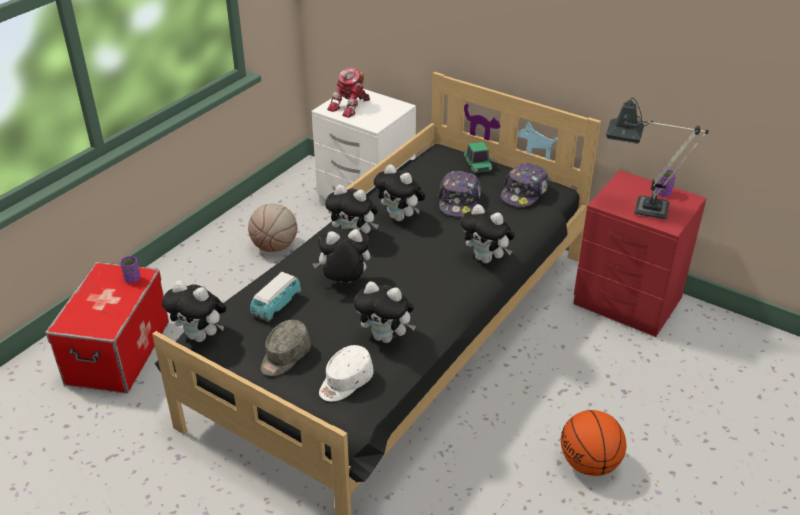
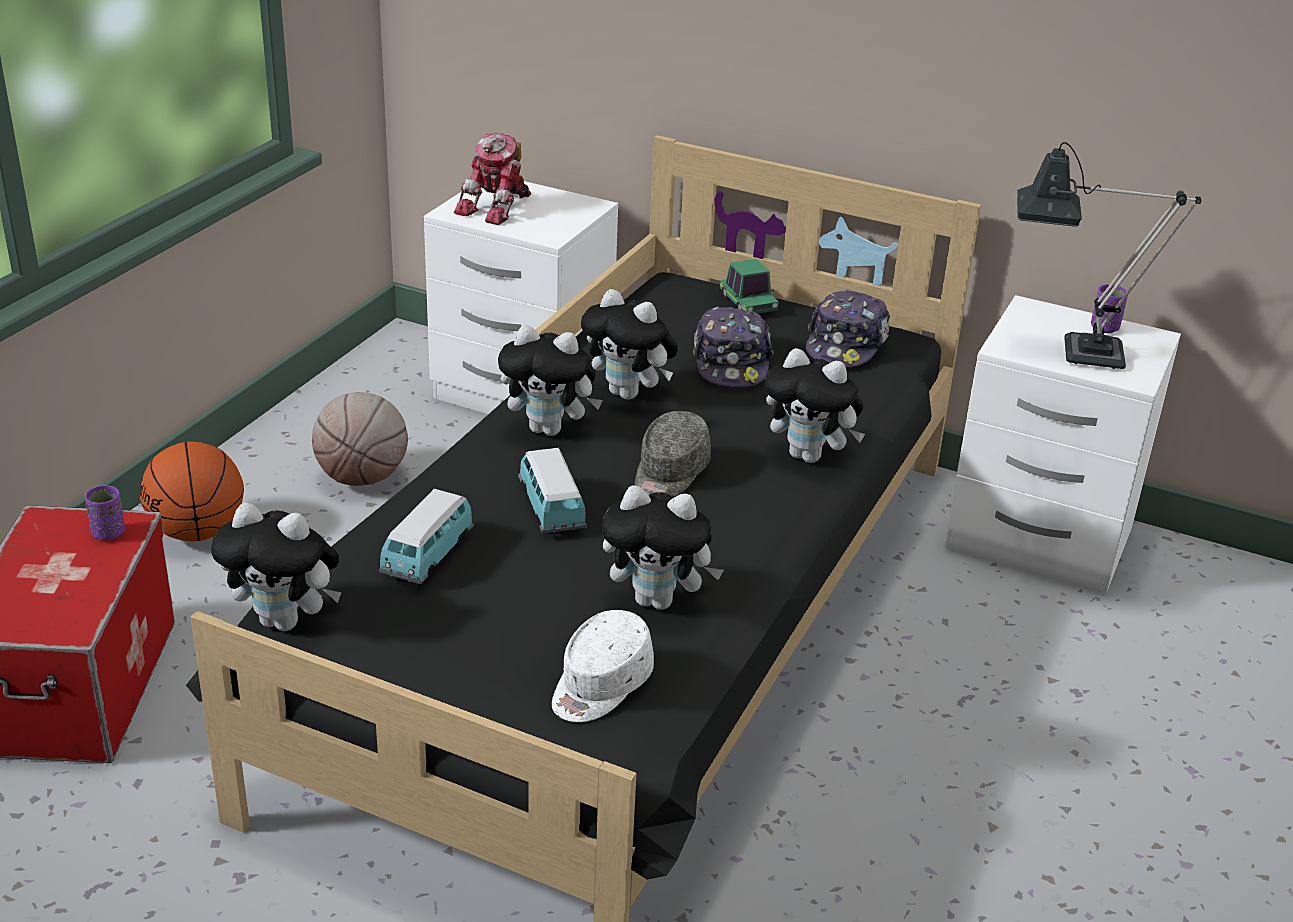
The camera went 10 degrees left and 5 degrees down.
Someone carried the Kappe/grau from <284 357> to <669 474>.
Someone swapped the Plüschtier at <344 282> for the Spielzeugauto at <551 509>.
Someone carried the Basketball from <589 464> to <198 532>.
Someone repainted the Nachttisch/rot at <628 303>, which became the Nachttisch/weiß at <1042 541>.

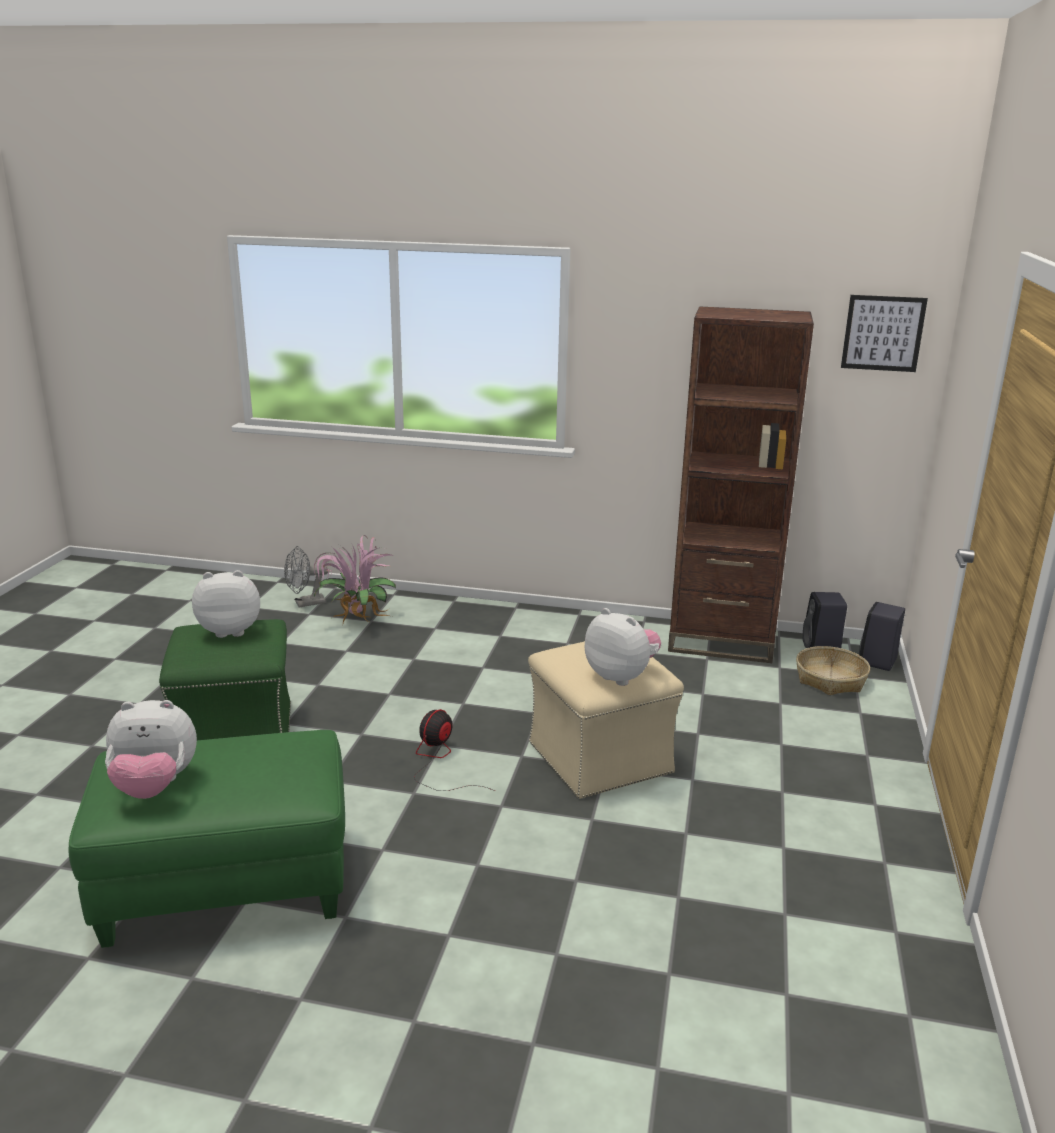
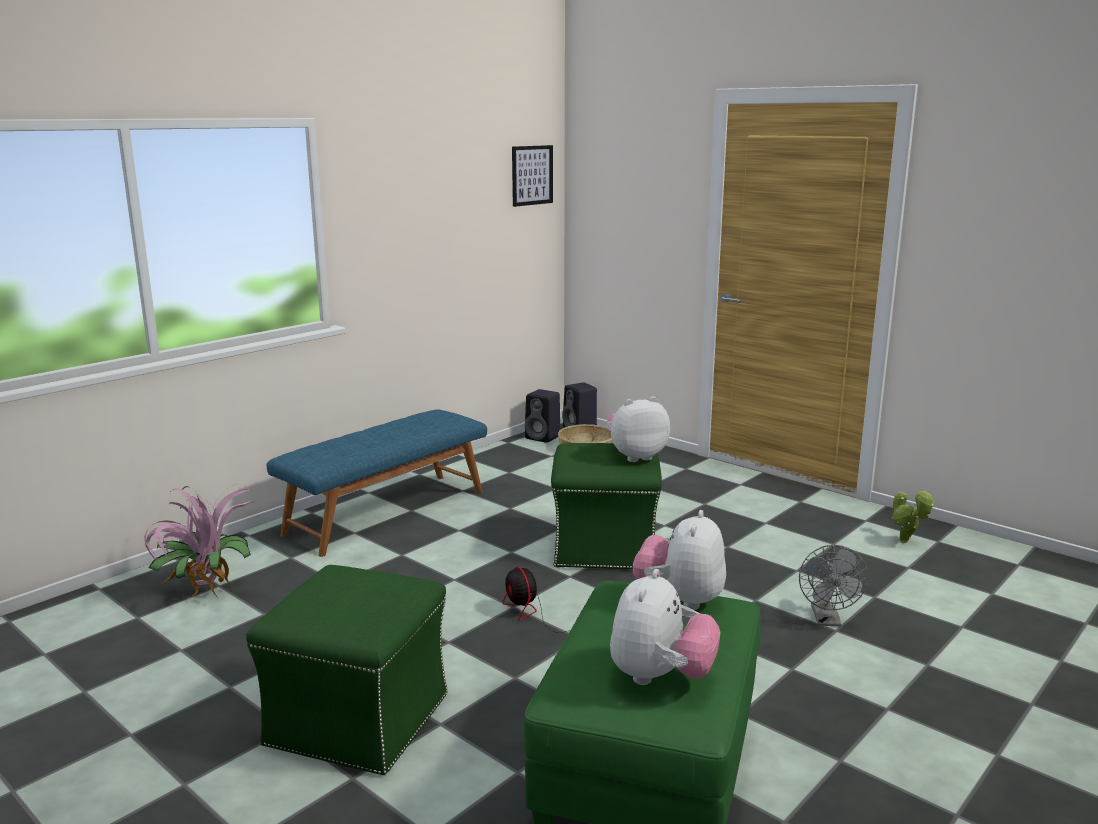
The camera went 60 degrees left and 5 degrees down.
Someone carried the Plüschtier from <230 630> to <680 599>.
Someone carried the Ventilator/grau from <305 603> to <827 620>.
Someone repainted the Polsterhocker/beige at <599 757>, which became the Polsterhocker/grün at <603 547>.
Someone took away the Bücherregal/braun at <721 642>.
Someone put down the Bank/blau at <386 512>.
Someone put down the Topfpflanze at <905 542>.

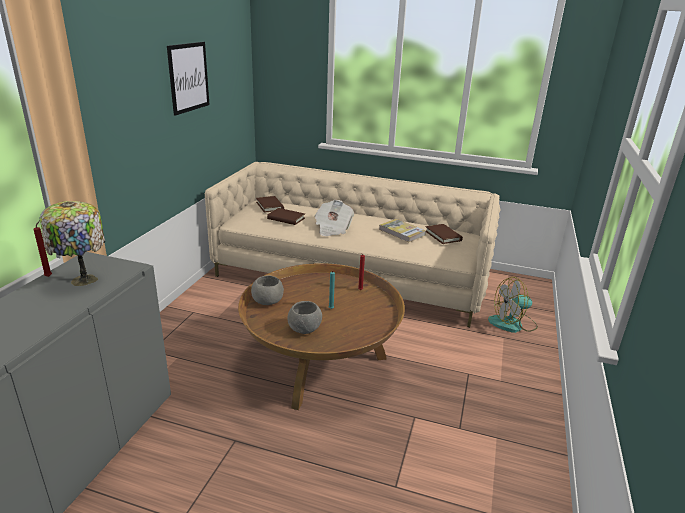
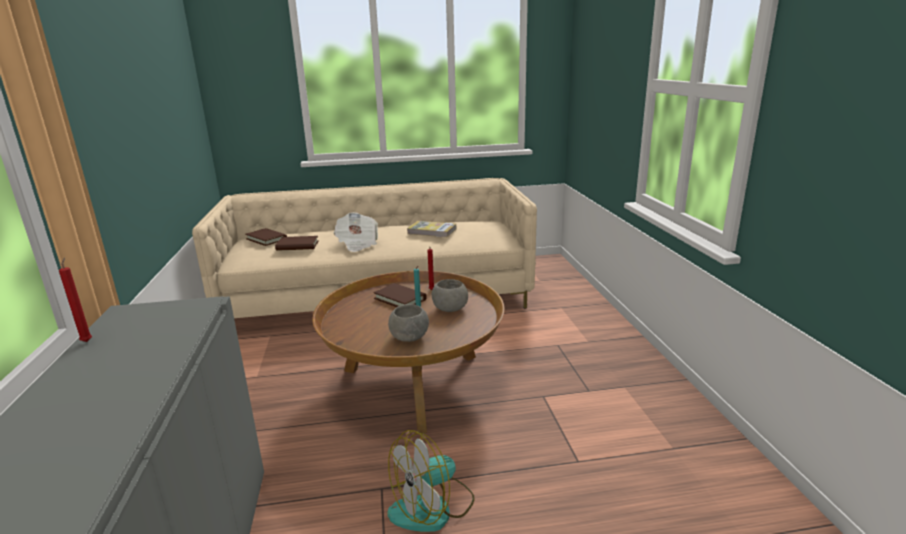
The camera went 25 degrees left and 5 degrees down.
Someone took away the Tischlampe at <82 281>.
Someone took away the Bild at <188 77>.
Someone carried the Schüssel/grau from <267 301> to <449 309>.
Someone carried the Buch/braun from <443 236> to <400 299>.
Someone carried the Ventilator from <513 324> to <432 507>.

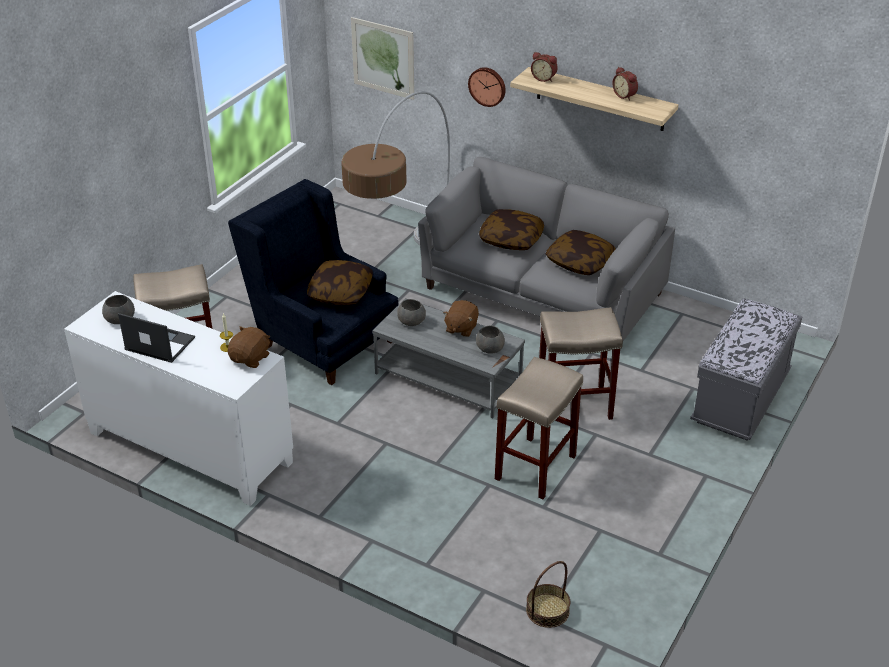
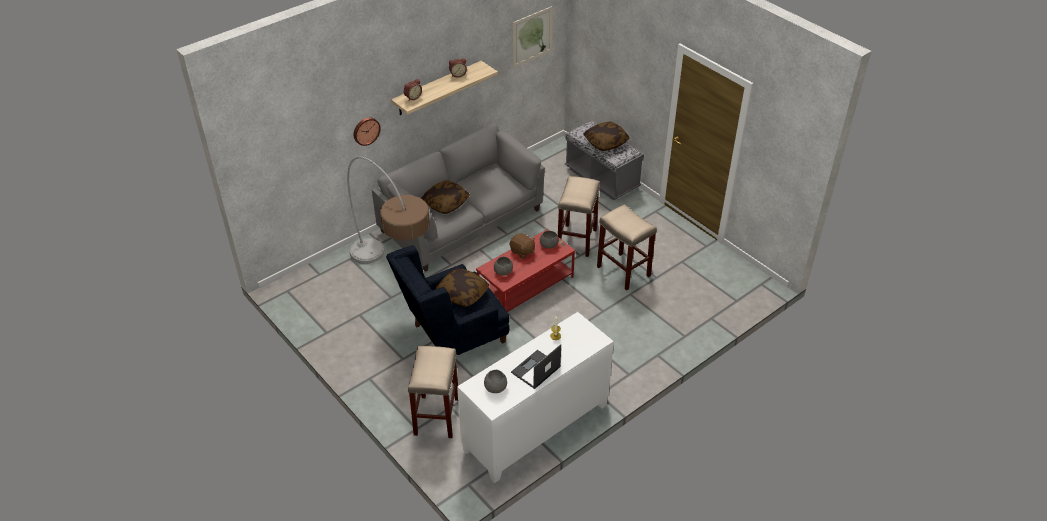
The camera went 70 degrees left and 5 degrees up.
Someone took away the Plüschtier/braun at <251 358>.
Someone carried the Bild from <383 58> to <532 36>.
Someone repainted the Couchtisch/grau at <449 378>, which became the Couchtisch/rot at <526 285>.
Someone took away the Korb at <547 610>.
Someone carried the Kissen from <580 262> to <606 142>.

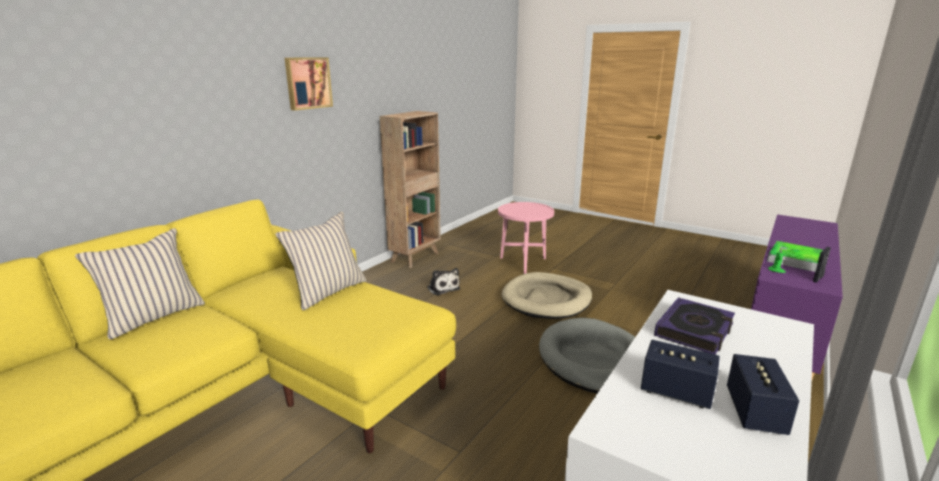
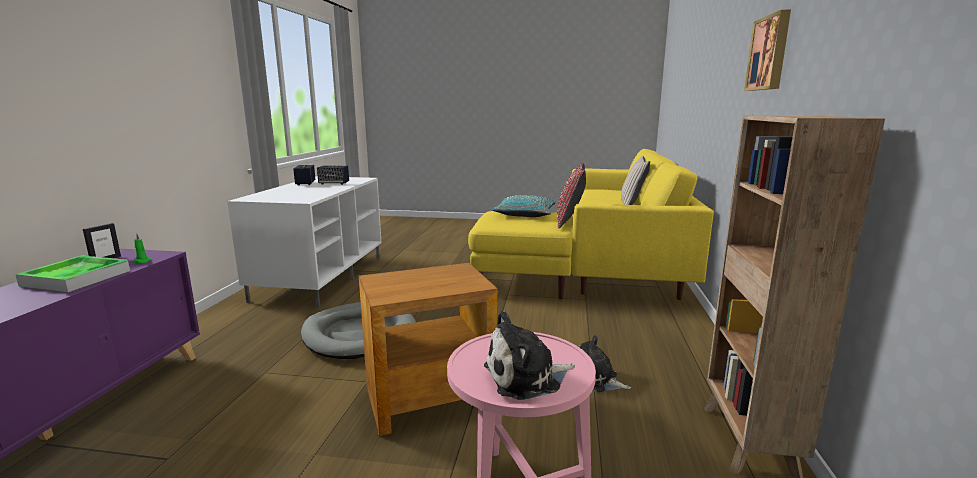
The camera went 155 degrees right and 5 degrees down.
Someone repainted the Kissen/beige at <327 292>, which became the Kissen/rot at <570 221>.
Someone swapped the Hundebett/beige at <546 299> for the Beistelltisch/braun at <428 398>.
Someone took away the Buch at <694 330>.
Someone put down the Plüschtier at <526 377>.
Someone put down the Kissen/türkis at <525 214>.

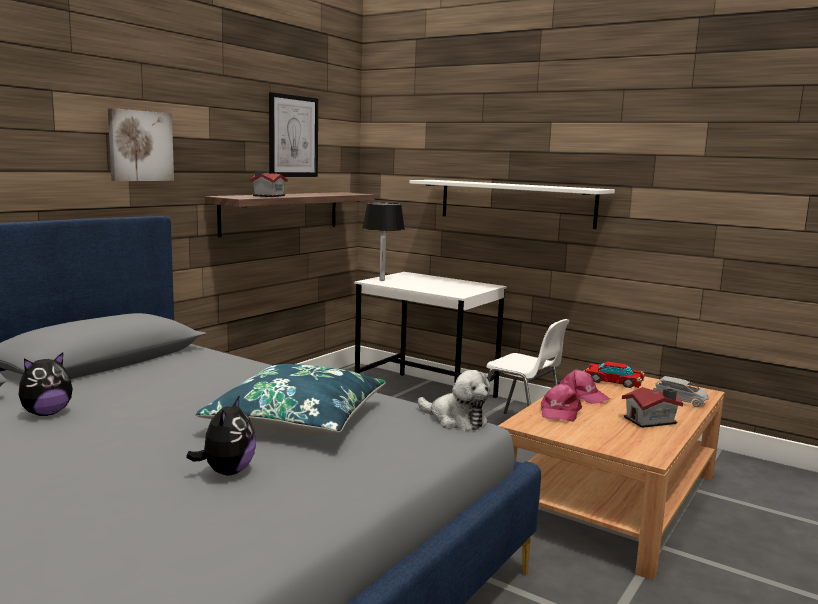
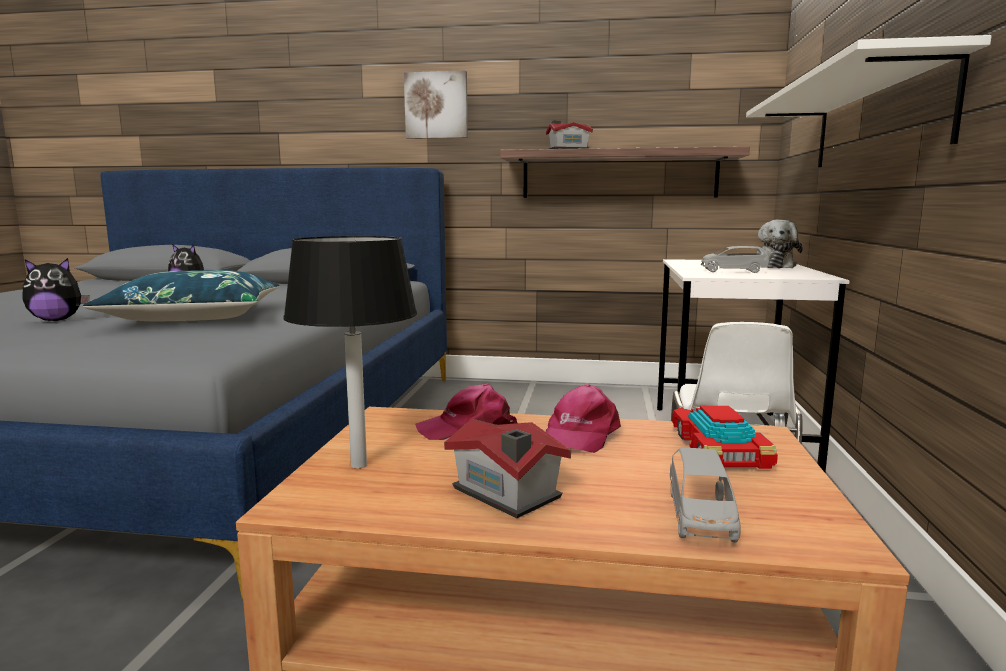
The camera went 65 degrees right and 0 degrees up.
Someone took away the Bild at <293 136>.
Someone carried the Tischlampe/schwarz from <382 280> to <358 465>.
Someone carried the Plüschtier from <455 420> to <772 266>.
Someone put down the Spielzeugauto/grau at <732 271>.

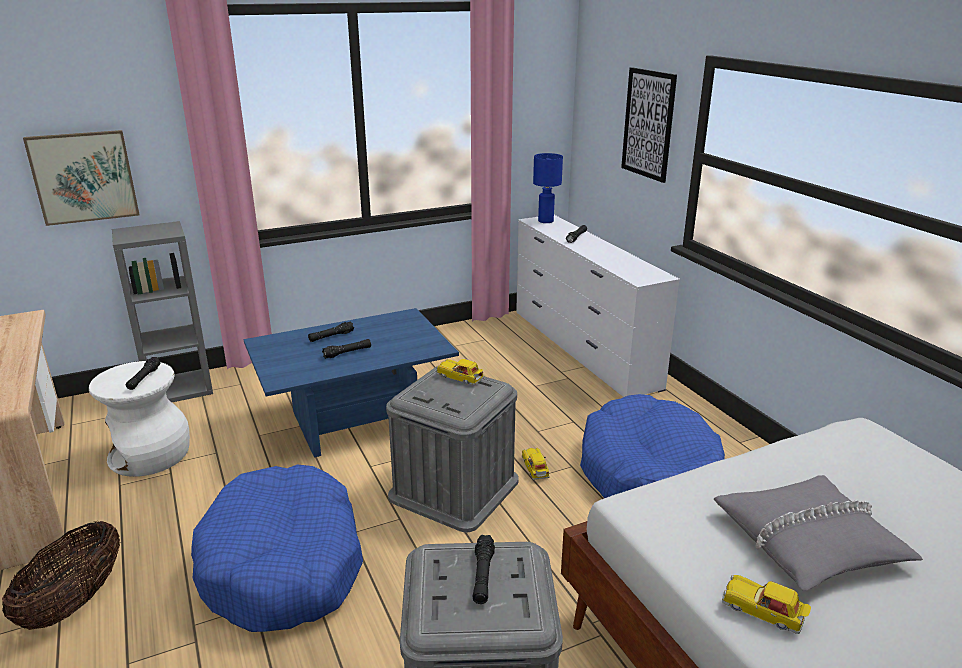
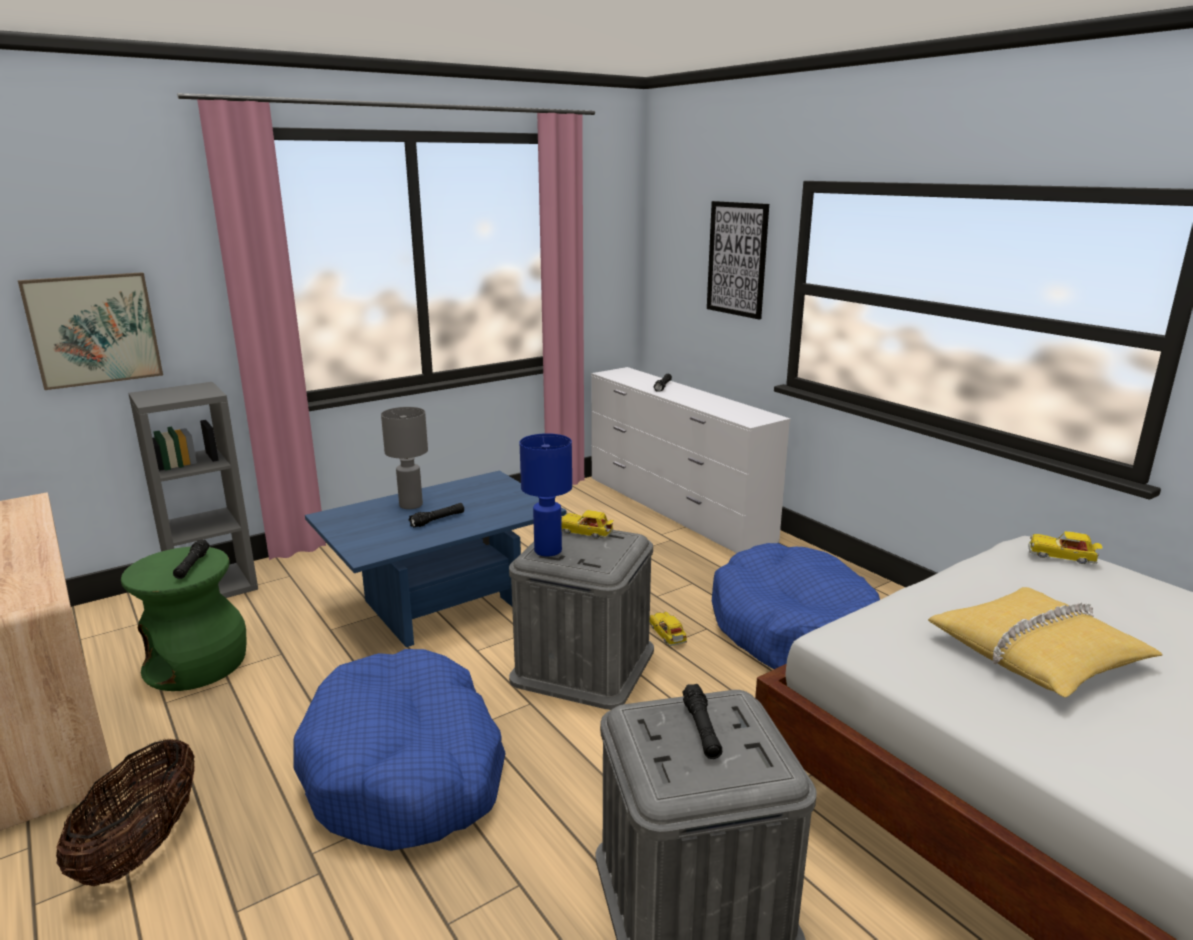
The camera went 10 degrees left and 5 degrees down.
Someone repainted the Hocker/weiß at <151 455>, which became the Hocker/grün at <197 664>.
Someone swapped the Taschenlampe/schwarz at <331 336> for the Tischlampe/grau at <411 505>.
Someone carried the Tischlampe/blau from <546 221> to <548 551>.
Someone repainted the Kissen/grau at <809 542>, which became the Kissen/gelb at <1037 654>.
Someone carried the Spielzeugauto from <764 611> to <1062 556>.

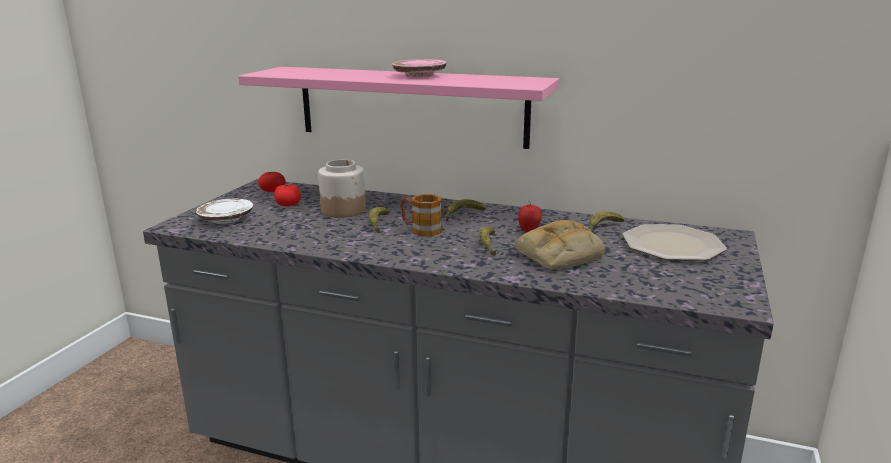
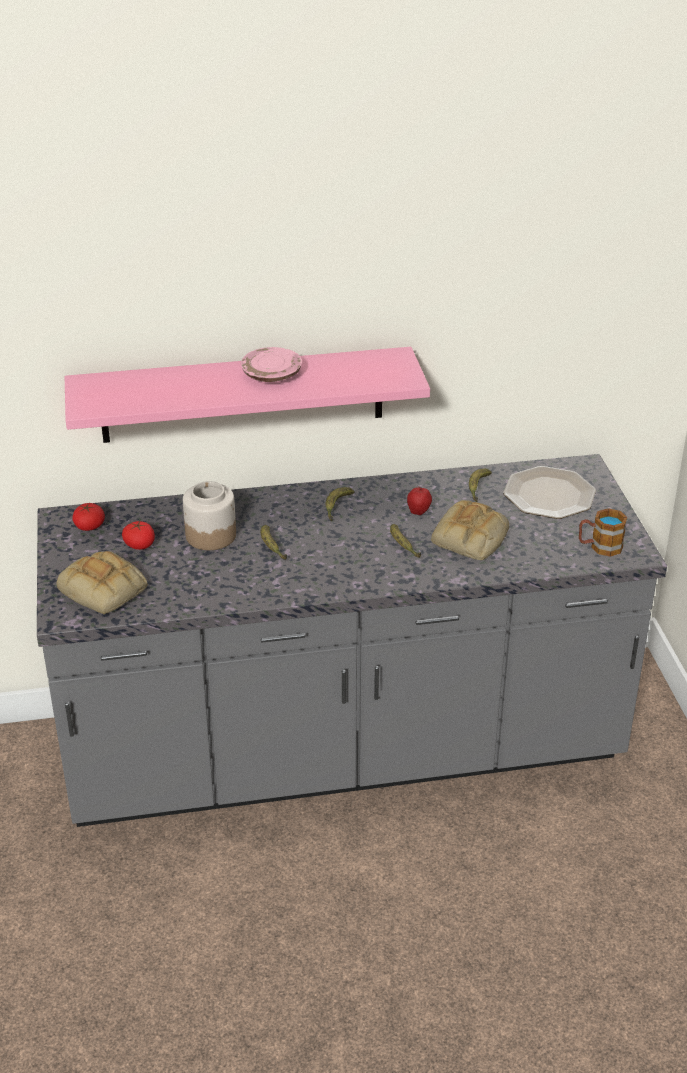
The camera went 30 degrees left and 15 degrees up.
Someone swapped the Teller/weiß at <226 219> for the Brot at <105 589>.
Someone carried the Henkelbecher from <421 230> to <599 547>.

